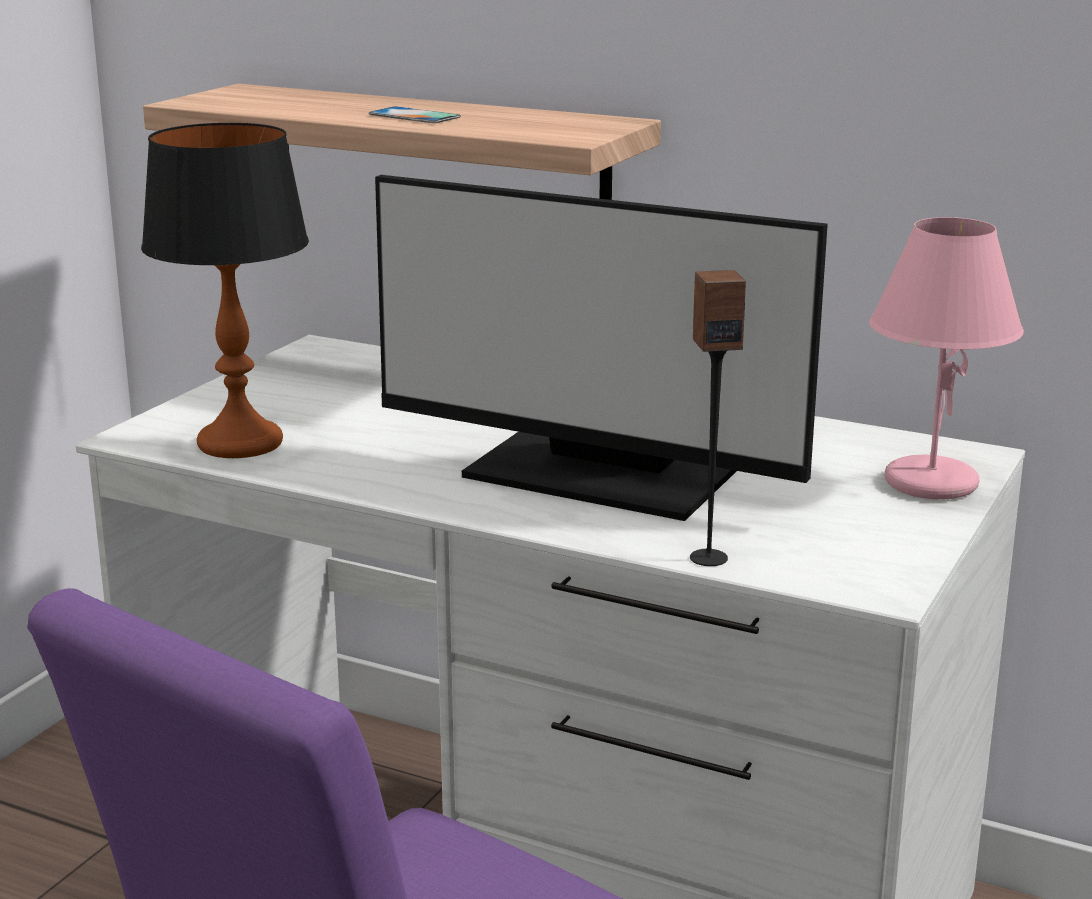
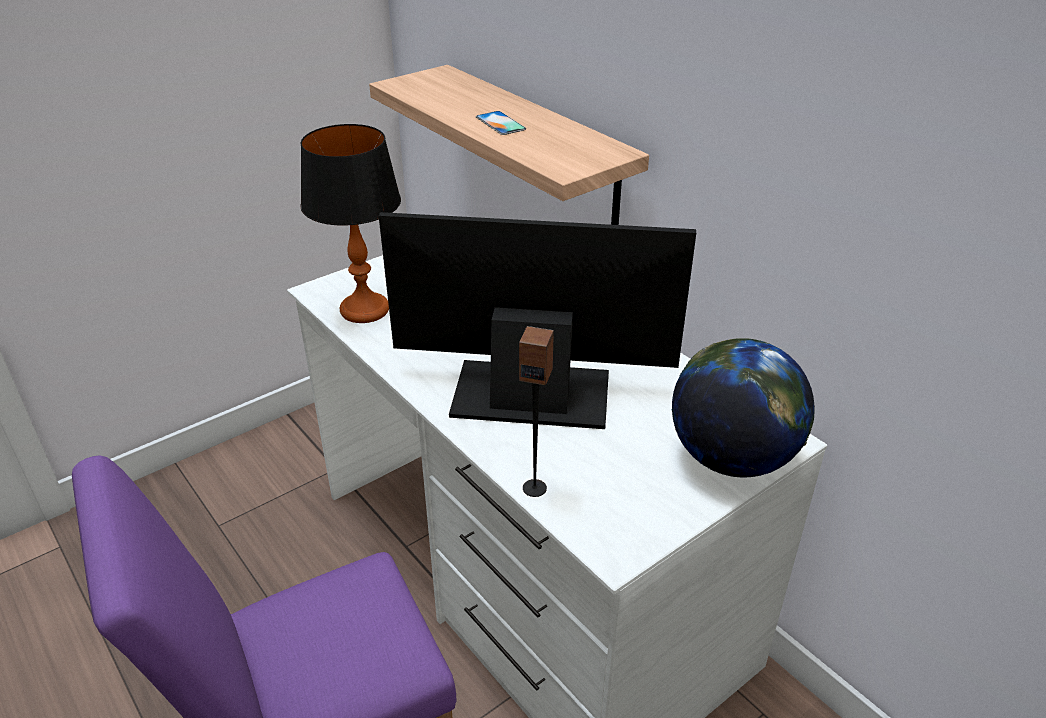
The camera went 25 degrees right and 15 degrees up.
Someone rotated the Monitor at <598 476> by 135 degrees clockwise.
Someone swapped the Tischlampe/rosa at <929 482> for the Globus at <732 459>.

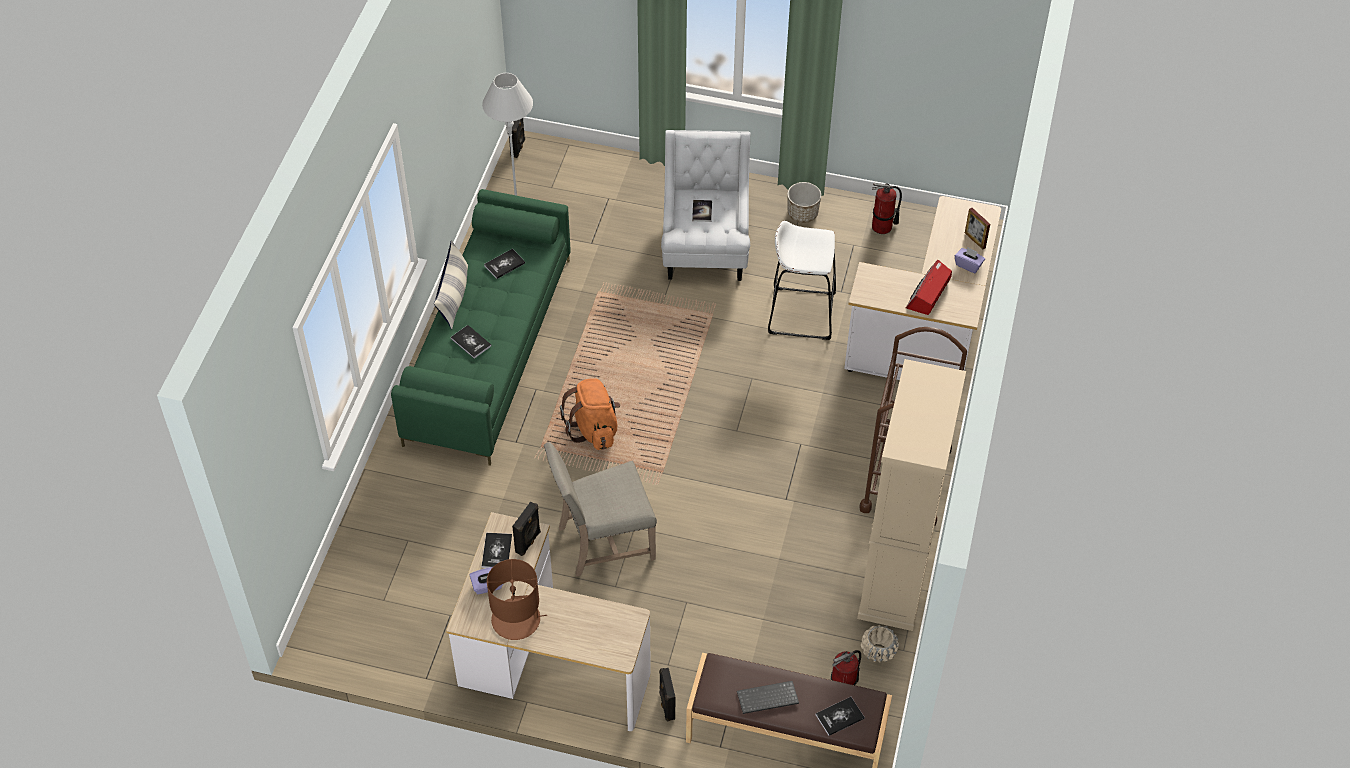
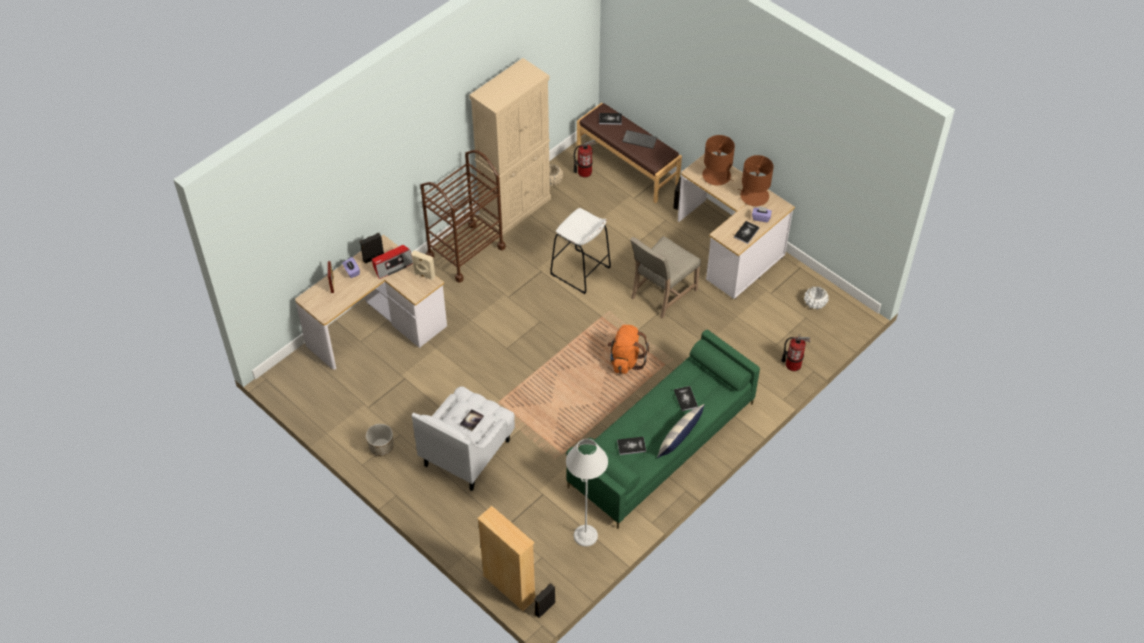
The camera went 150 degrees left and 0 degrees up.
Someone carried the Lautsprecher/schwarz from <528 542> to <373 257>.
Someone rotated the Stuhl/beige at <603 541> by 120 degrees clockwise.
Someone carried the Hocker/weiß from <801 313> to <580 271>.
Someone carried the Feuerlöscher from <882 227> to <793 364>.
Someone put down the Lautsprecher/beige at <424 275>.
Someone put down the Bücherregal/beige at <509 587>.
Someone put down the Tischlampe/braun at <717 176>.
Someone put down the Pflanzkübel/weiß at <815 303>.

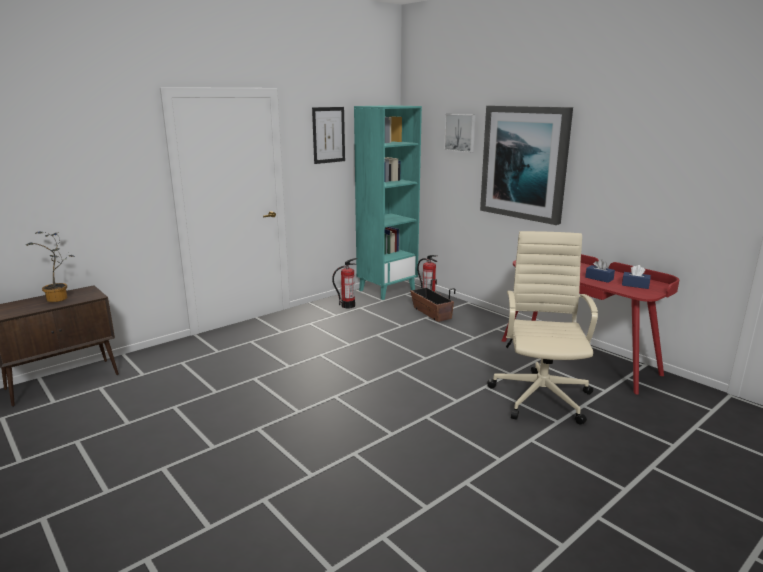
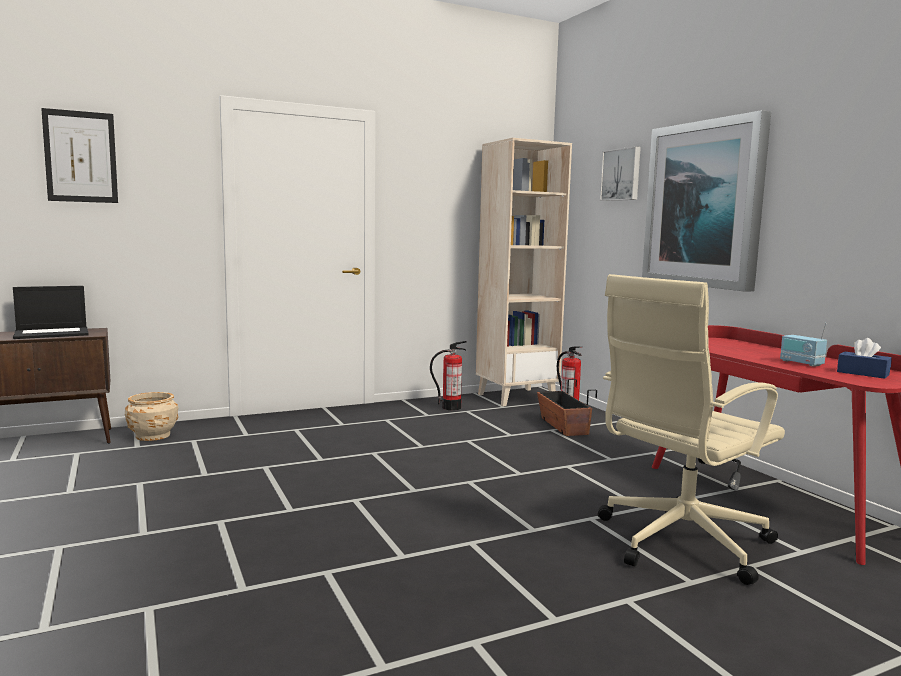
The camera went 15 degrees right and 10 degrees down.
Someone swapped the Topfpflanze at <60 299> for the Laptop at <53 333>.
Someone carried the Bild from <328 135> to <81 157>.
Someone repainted the Bücherregal/türkis at <387 290>, which became the Bücherregal/beige at <516 397>.
Someone rotated the Bürostuhl/beige at <541 395> by 150 degrees counterclockwise.
Someone swapped the Taschentuchbox/blau at <599 278> for the Radio at <801 363>.
Someone put down the Pflanzkübel/beige at <153 435>.

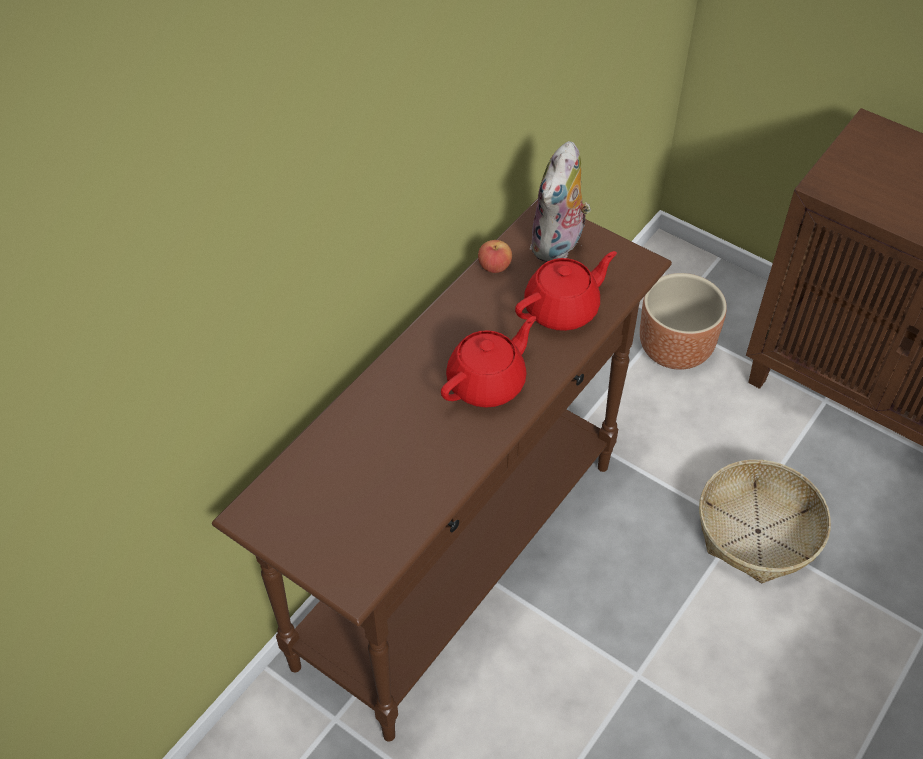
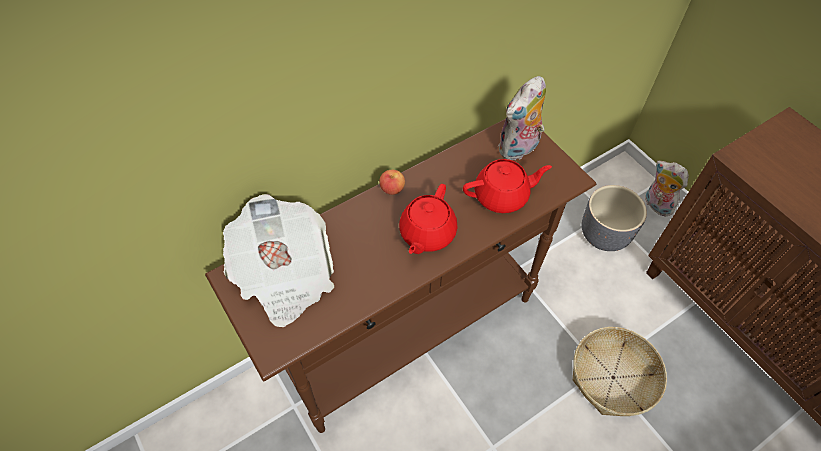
The camera went 20 degrees right and 5 degrees up.
Someone rotated the Teekanne/rot at <488 383> by 135 degrees clockwise.
Someone carried the Apfel from <494 266> to <392 189>.
Someone repainted the Pflanzkübel/braun at <676 349>, which became the Pflanzkübel/grau at <604 235>.
Someone put down the Zeitung at <284 275>.
Someone put down the Plüschtier at <655 205>.

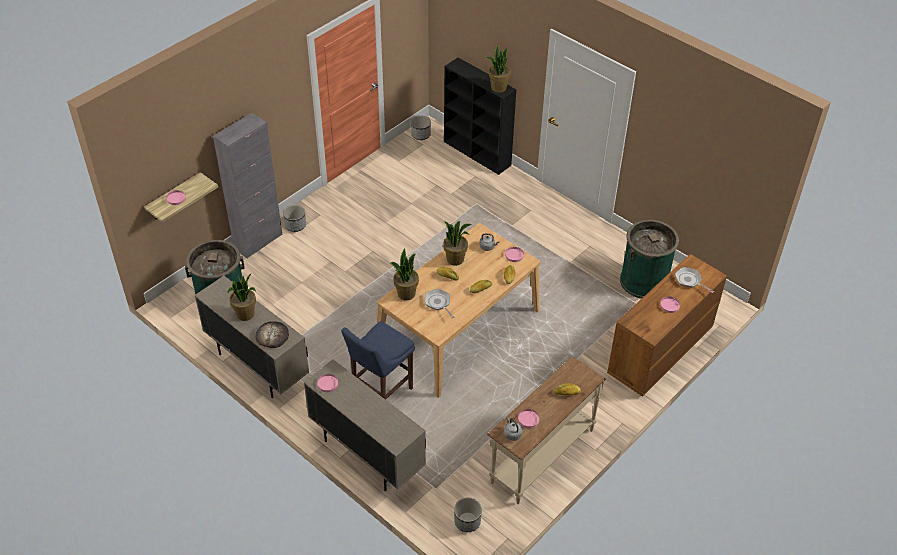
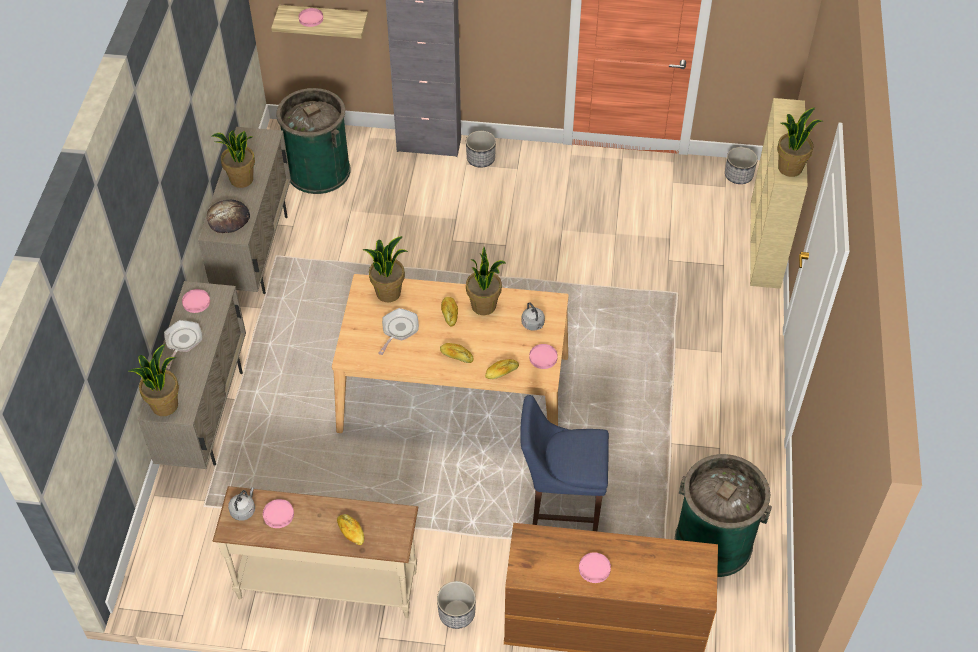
The camera went 55 degrees right and 5 degrees up.
Someone carried the Hocker/blau from <380 393> to <560 510>.
Someone repainted the Bücherregal/schwarz at <477 153>, which became the Bücherregal/beige at <765 245>.
Someone carried the Pflanzkübel from <467 521> to <456 613>.
Someone carried the Pfanne from <689 281> to <182 342>.
Someone put down the Topfpflanze at <164 405>.

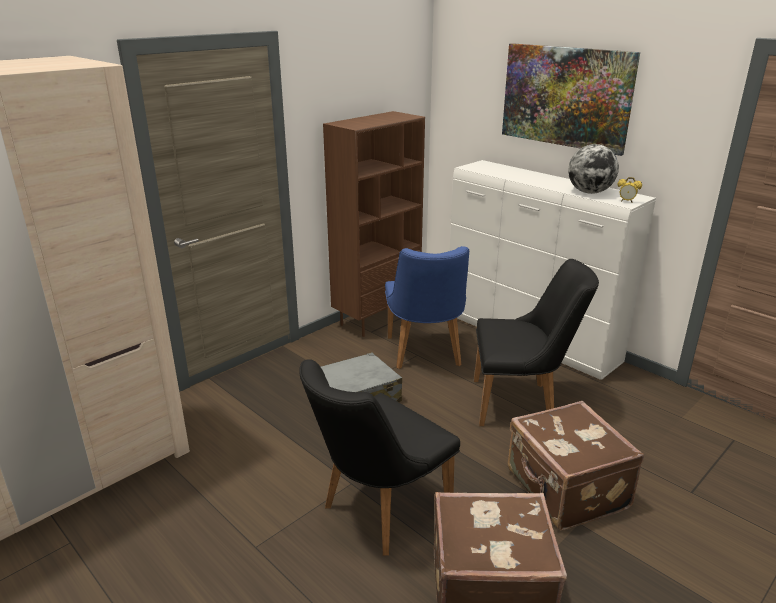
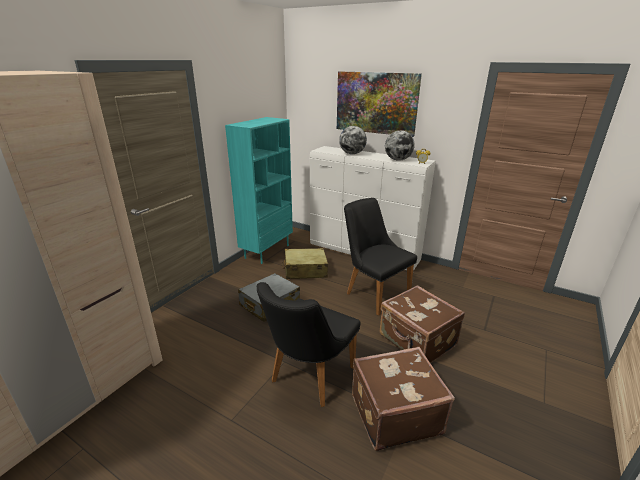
The camera went 15 degrees left and 0 degrees up.
Someone repainted the Bücherregal/braun at <376 318>, which became the Bücherregal/türkis at <267 251>.
Someone swapped the Stuhl/blau at <425 355> for the Koffer/beige at <305 270>.
Someone rotated the Stuhl/schwarz at <522 403> by 120 degrees counterclockwise.
Someone put down the Globus at <352 154>.

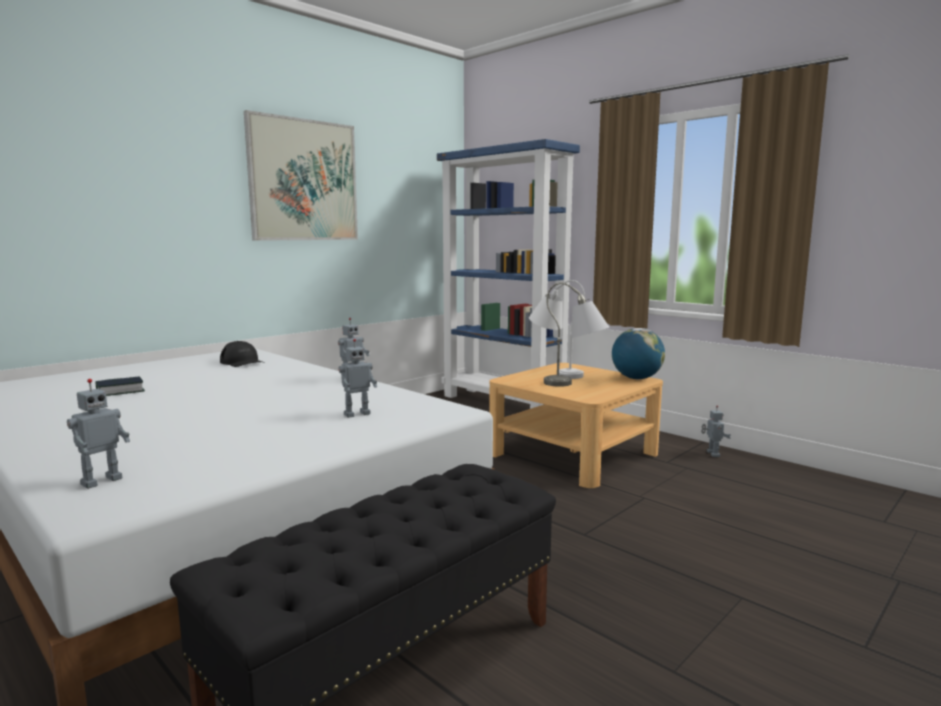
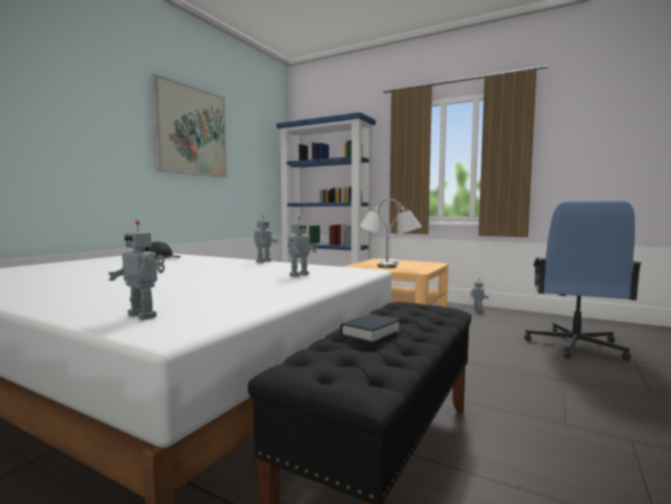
The camera went 15 degrees left and 5 degrees down.
Someone rotated the Spielzeugroboter at <101 481> by 105 degrees clockwise.
Someone carried the Buch from <120 391> to <370 334>.
Someone took away the Globus at <636 378>.
Someone put down the Bürostuhl/blau at <575 346>.

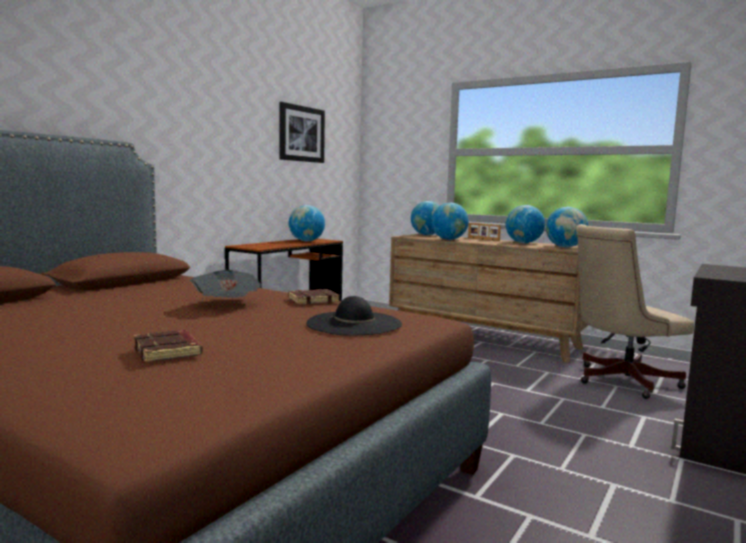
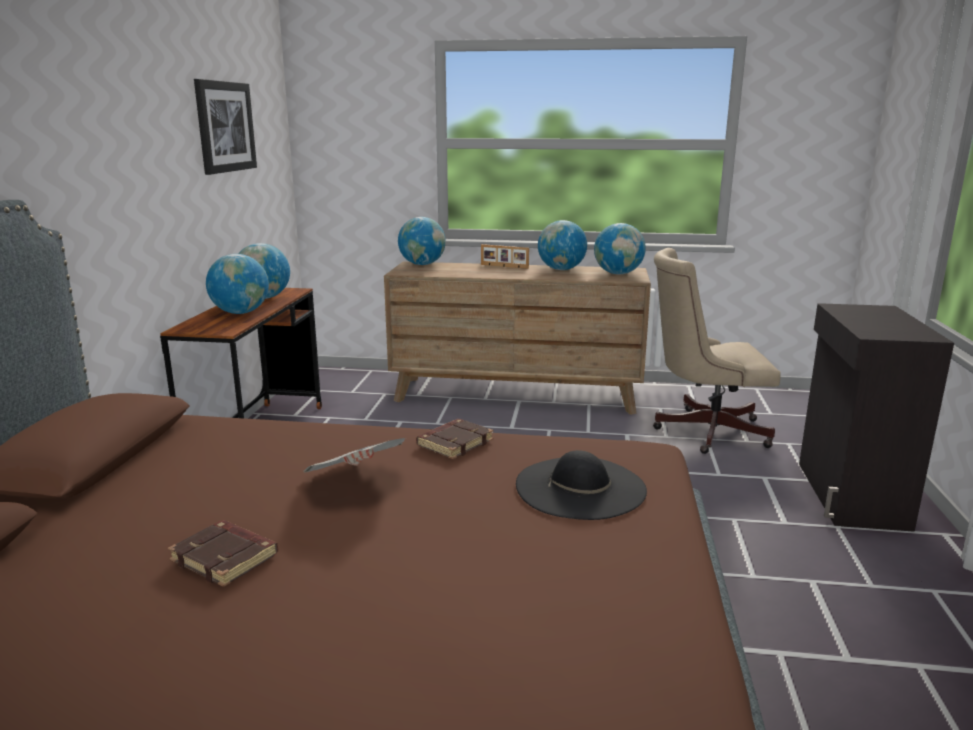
The camera went 25 degrees left and 10 degrees up.
Someone carried the Buch/braun from <168 352> to <226 558>.
Someone carried the Globus from <449 239> to <241 312>.
Someone rotated the Bürostuhl/beige at <619 381> by 45 degrees clockwise.

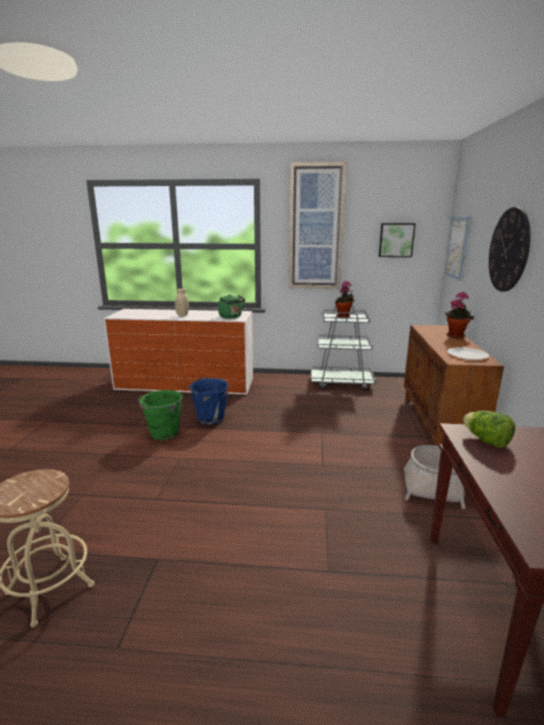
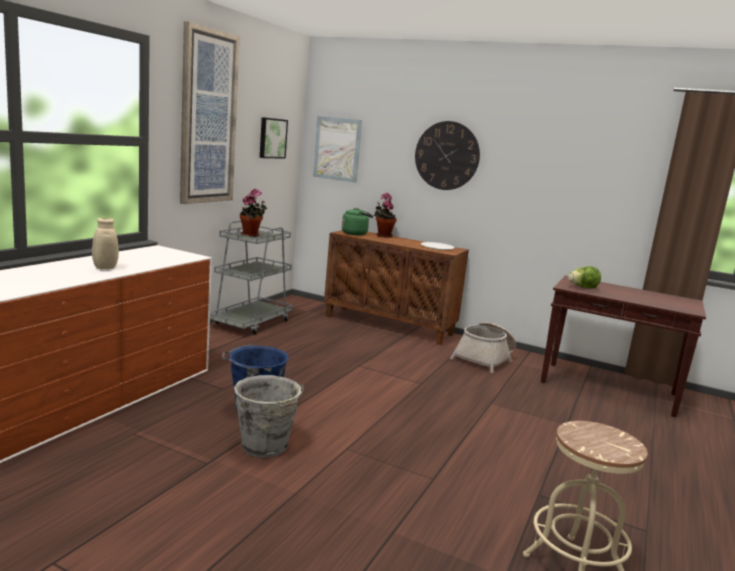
The camera went 70 degrees left and 5 degrees down.
Someone repainted the Eimer/grün at <163 434>, which became the Eimer/grau at <265 447>.
Someone carried the Wasserkessel/grün from <231 317> to <356 234>.

